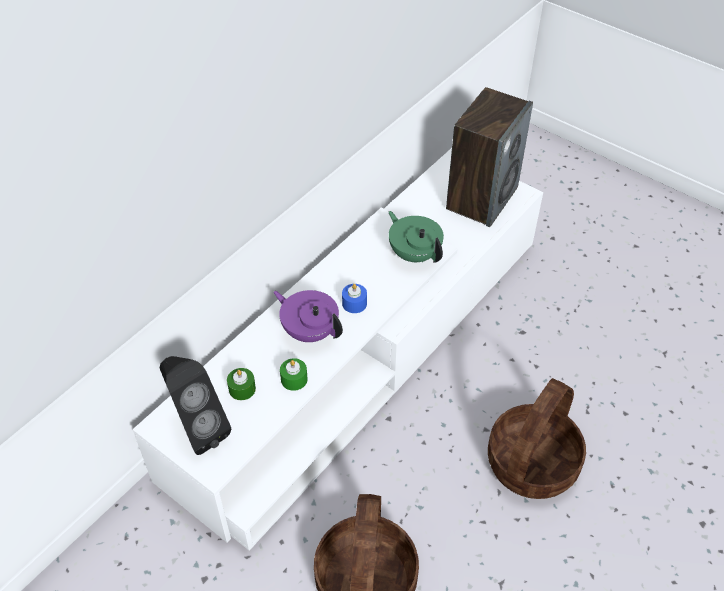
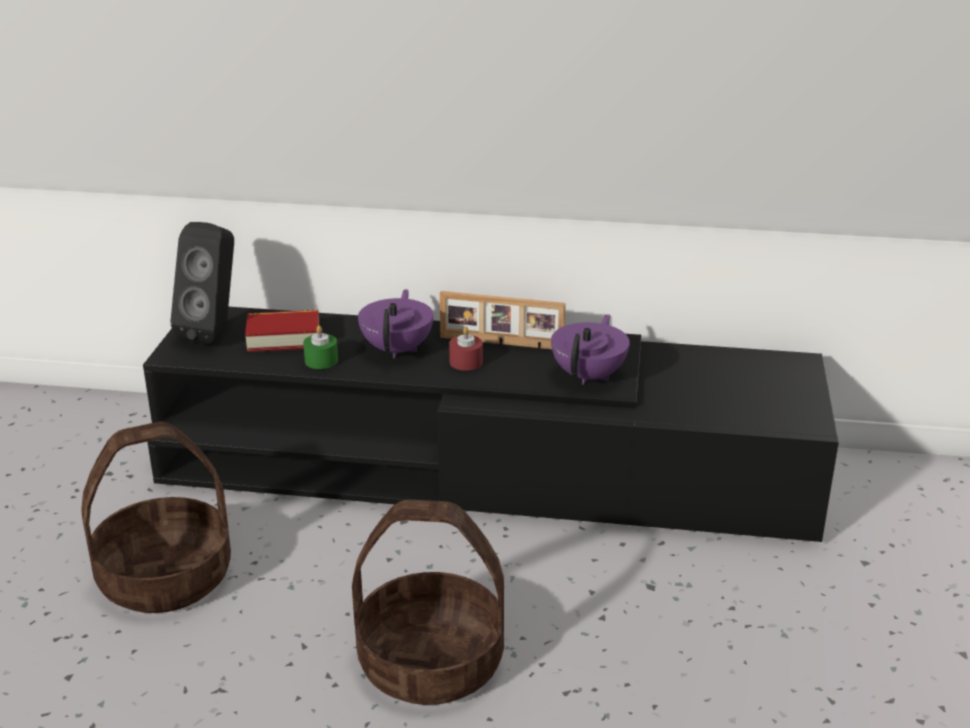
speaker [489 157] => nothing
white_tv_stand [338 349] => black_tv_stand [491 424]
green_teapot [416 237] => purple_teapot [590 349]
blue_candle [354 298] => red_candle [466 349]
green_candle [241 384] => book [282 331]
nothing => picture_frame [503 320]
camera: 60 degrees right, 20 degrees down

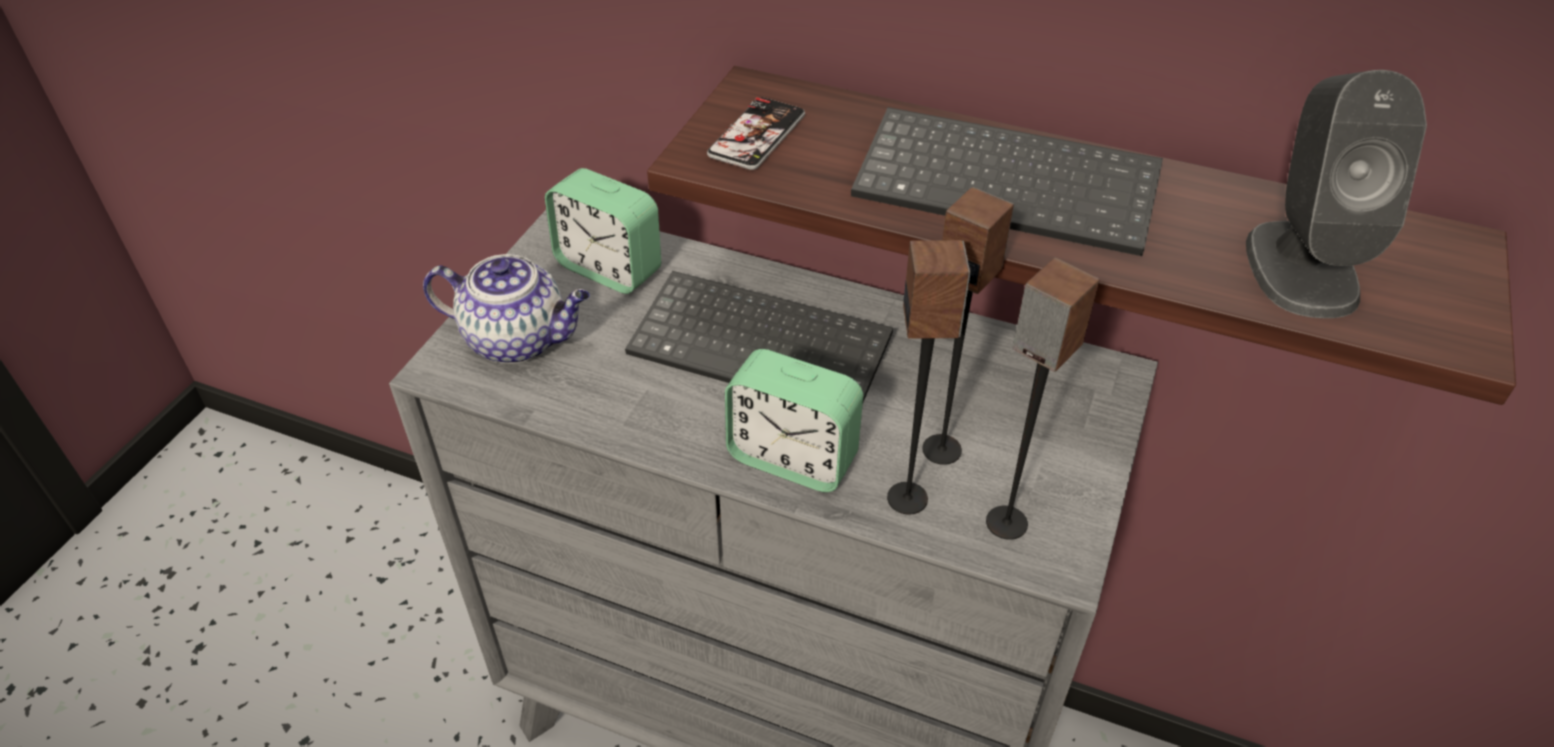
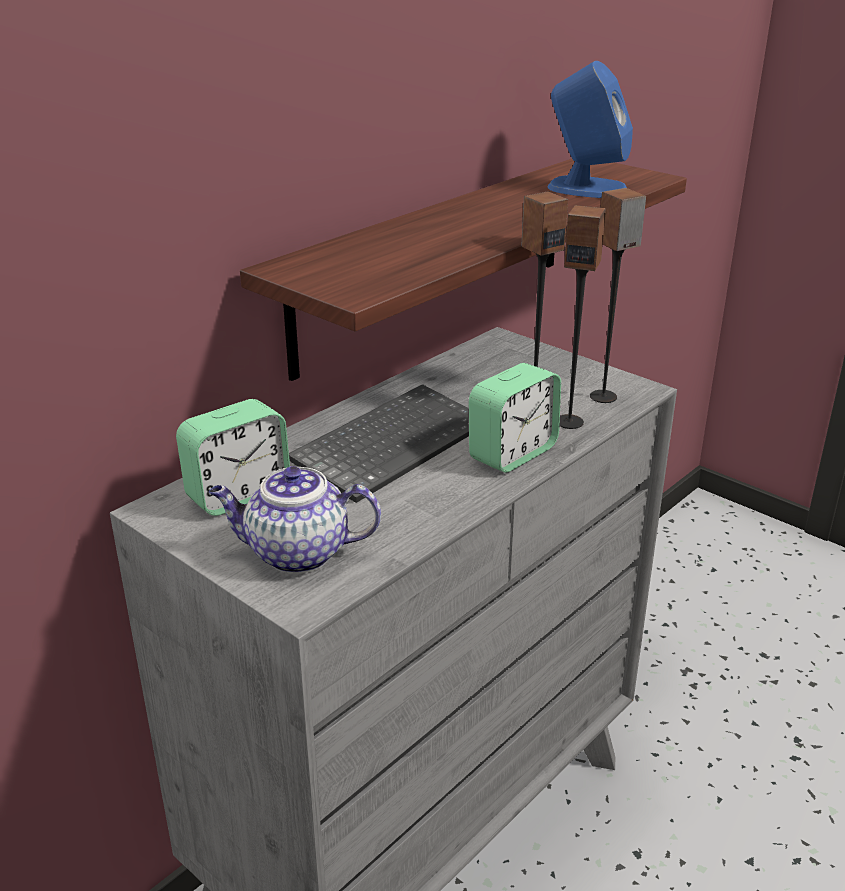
grey_speaker [1336 194] => blue_speaker [590 129]
phone [756 133] => nothing
keyboard [1007 181] => nothing
teapot [506 309] => teapot [295 520], 120 degrees counterclockwise
camera: 70 degrees left, 15 degrees down

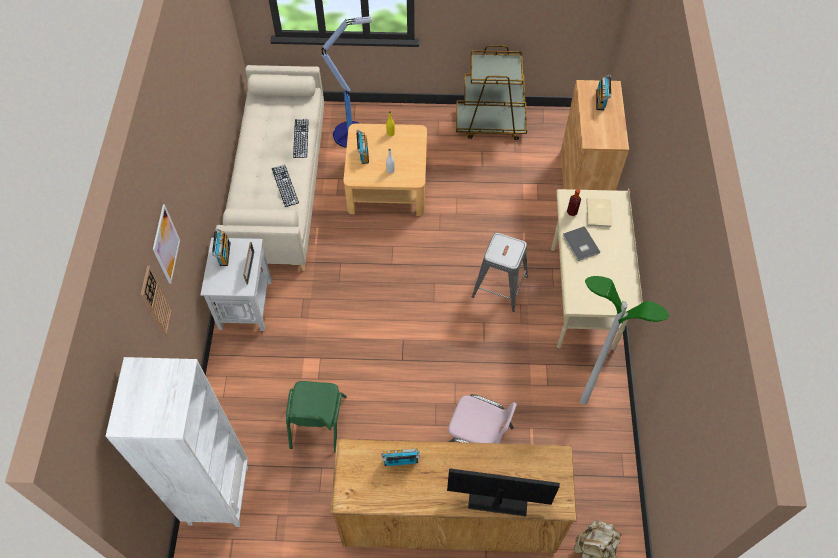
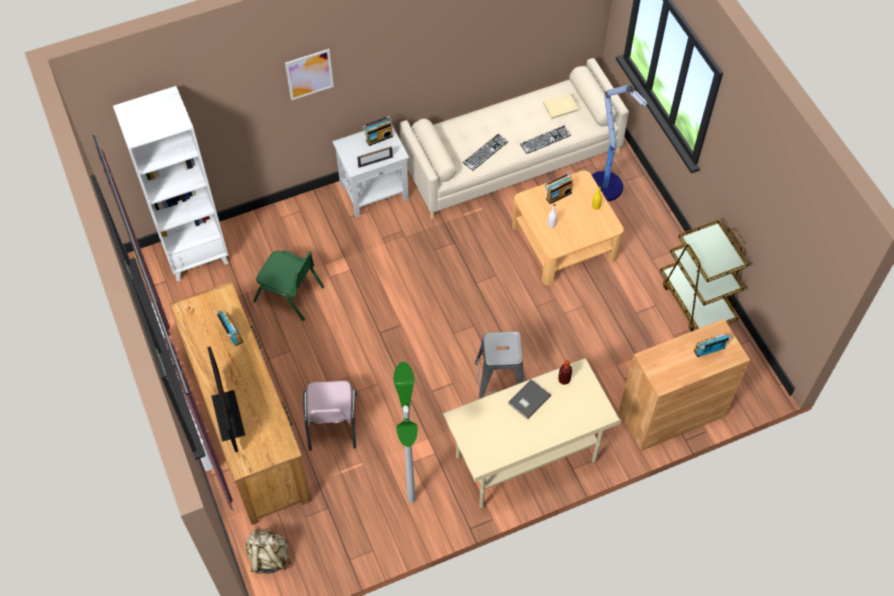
beige_book [599 213] => beige_book [560 106], relocated
wall_clock [156 301] => nothing
green_chair [316 416] => green_chair [288 286], 135 degrees counterclockwise
camera: 65 degrees right, 0 degrees up

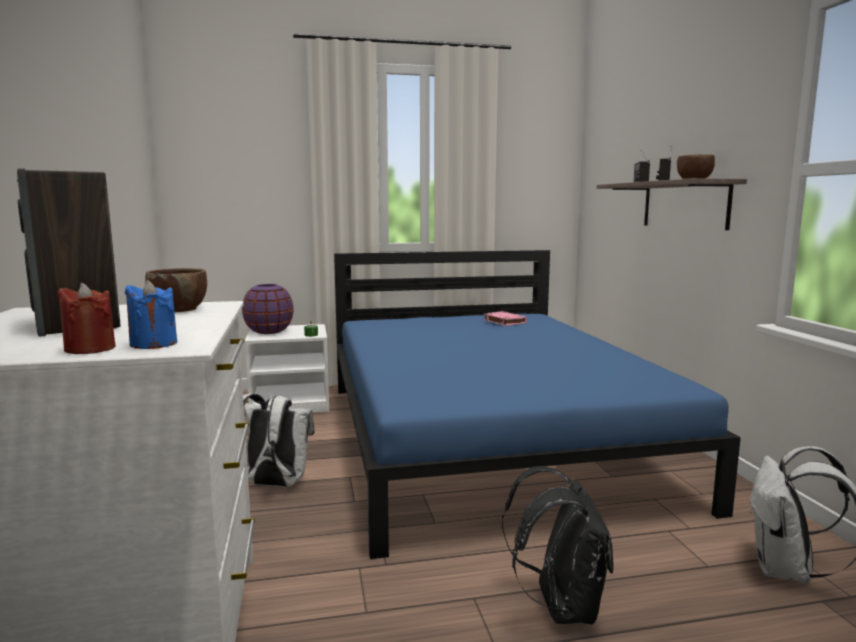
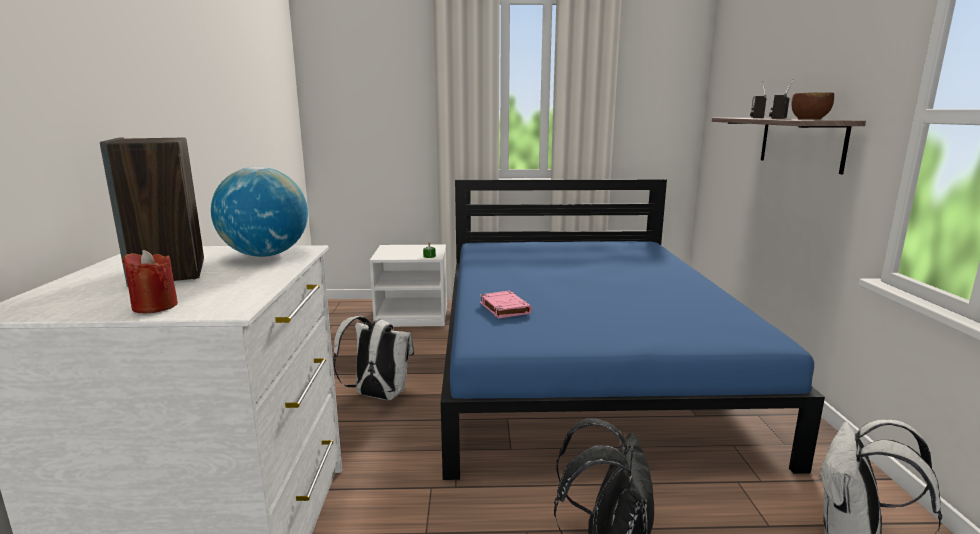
brown_bowl [176 290] => globe [259 212]
blue_candle [151 314] => nothing
purple_vase [268 309] => nothing
pink_book [505 318] => pink_book [506 304], relocated
camera: 10 degrees right, 5 degrees up

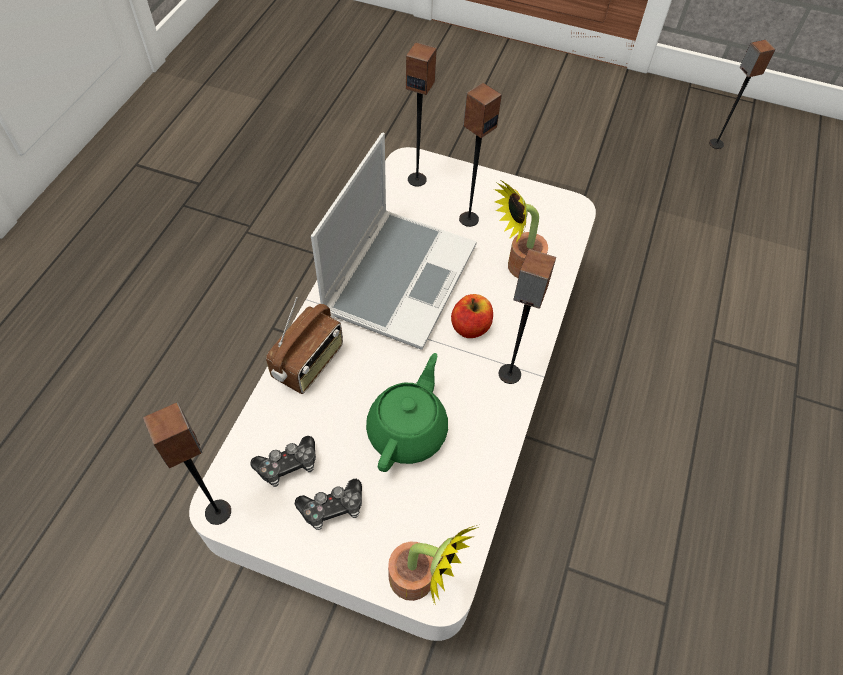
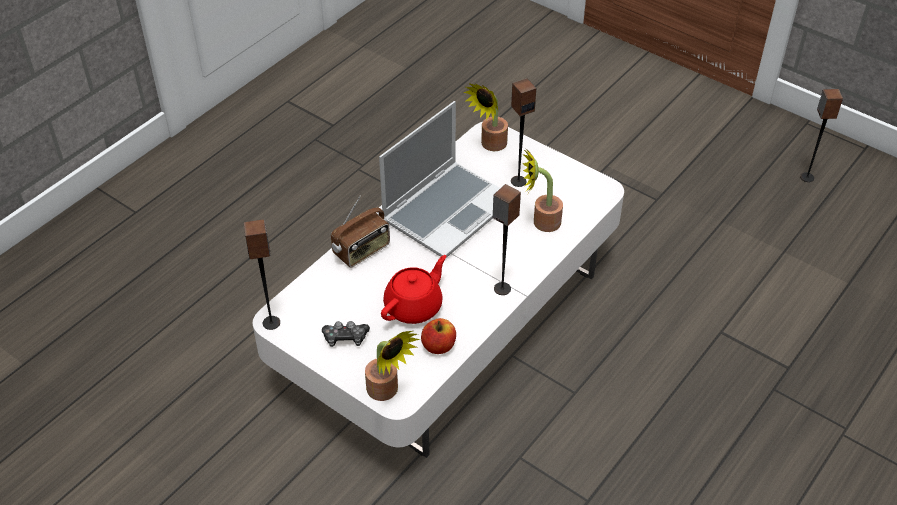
speaker [421 114] => potted_plant [485 117]
apple [472 316] => apple [438 336], relocated
green_teapot [407 412] => red_teapot [413 289]
game_controller [283 461] => nothing
camera: 20 degrees right, 10 degrees down

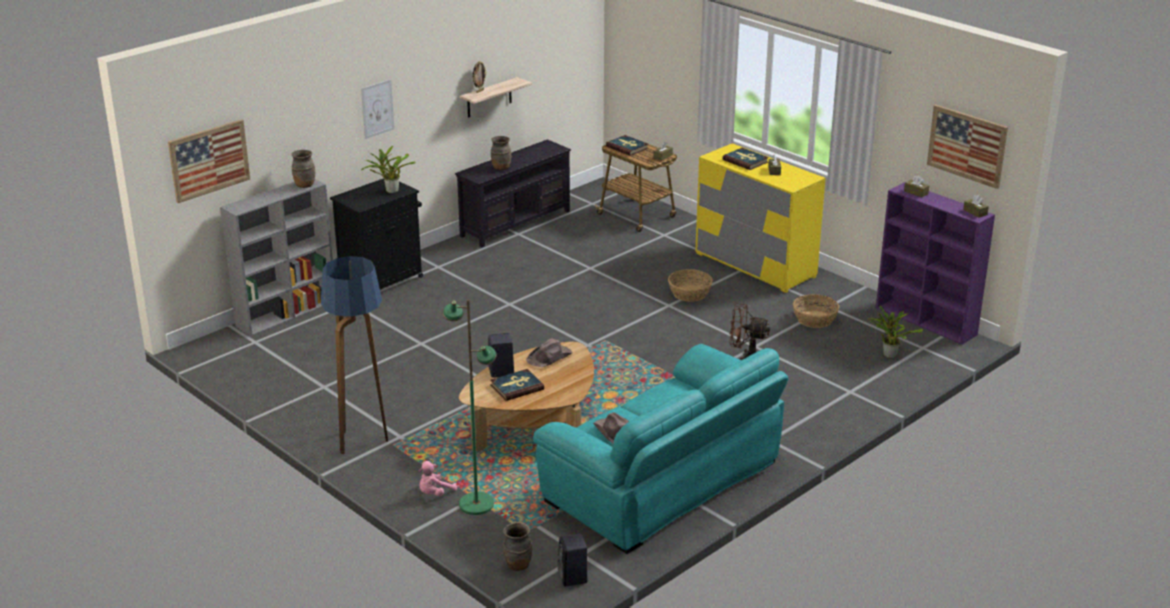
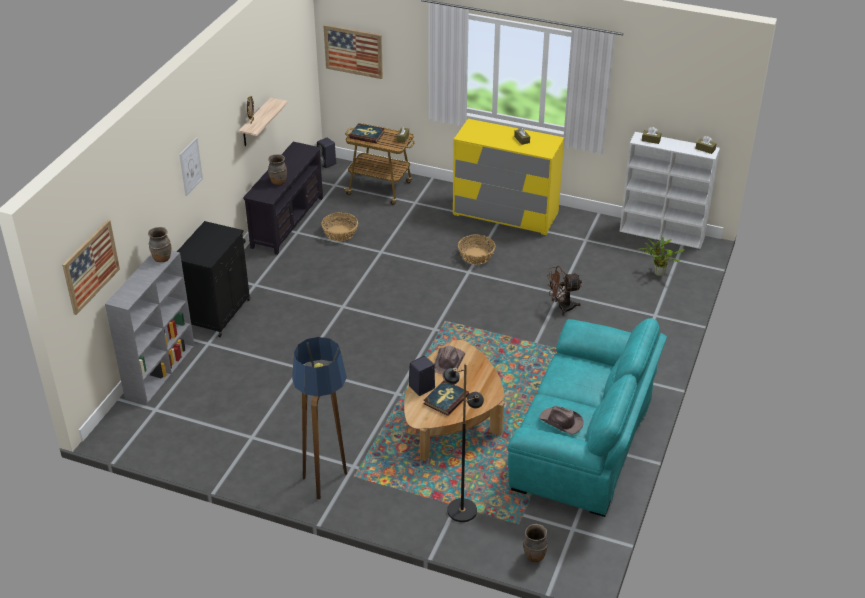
picture [967 147] => picture [353 52], relocated
potted_plant [388 170] => nothing
book [746 159] => nothing
purple_bookcase [935 263] => white_bookcase [669 190]
basket [816 311] => basket [339 226], relocated
green_floor_lamp [470 407] => black_floor_lamp [463 442]
pink_plush_toy [438 478] => nothing
black_speaker [572 560] => black_speaker [326 153], relocated
camera: 25 degrees left, 10 degrees up

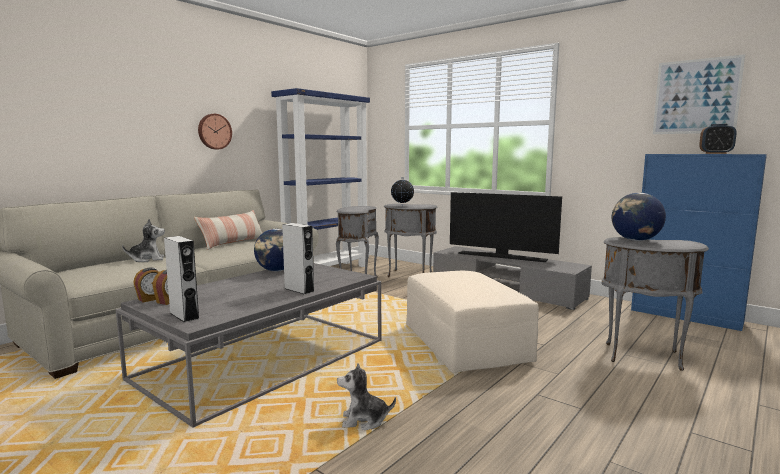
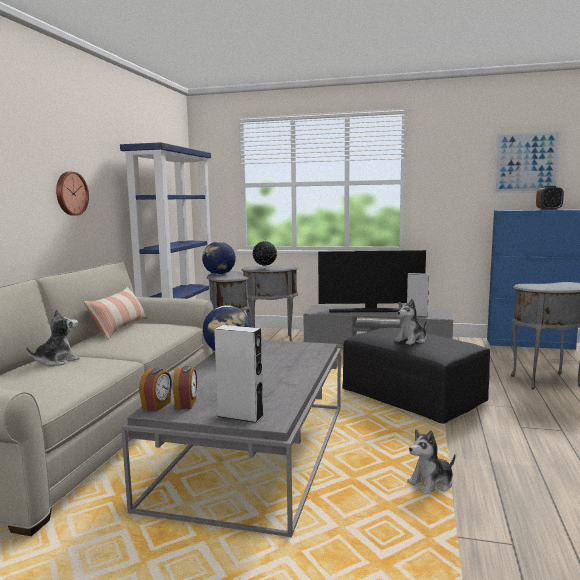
globe [639 217] => globe [219 258], relocated
grey_speaker [298 259] => grey_speaker [418 295], relocated
beige_ottoman [472 322] => black_ottoman [416 376]
nothing => plush_toy [410 322]
camera: 25 degrees left, 0 degrees up

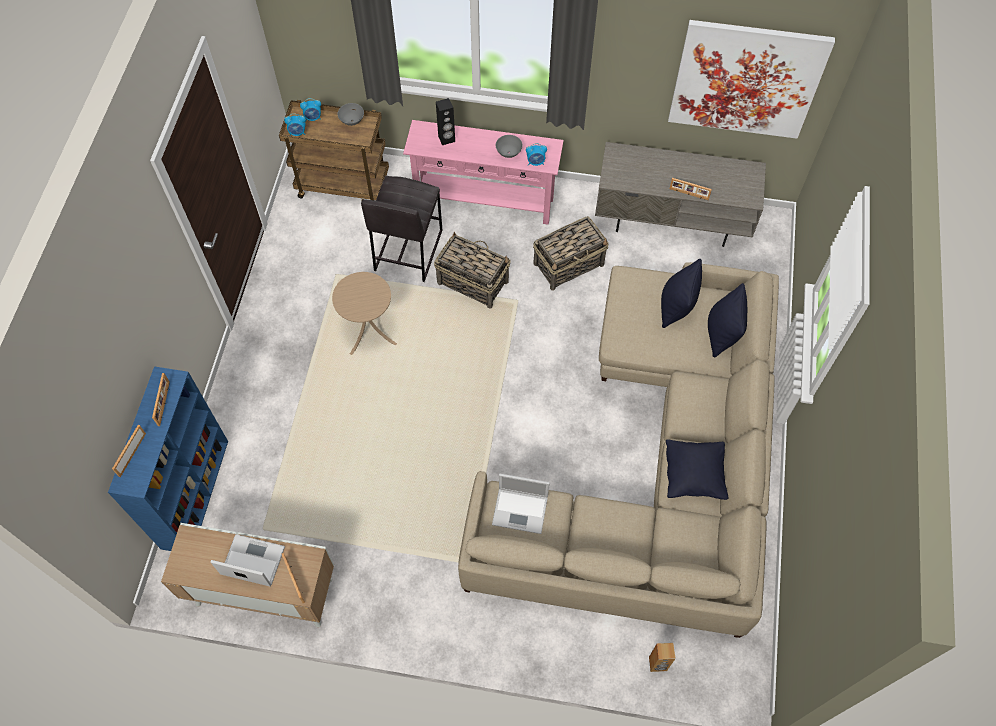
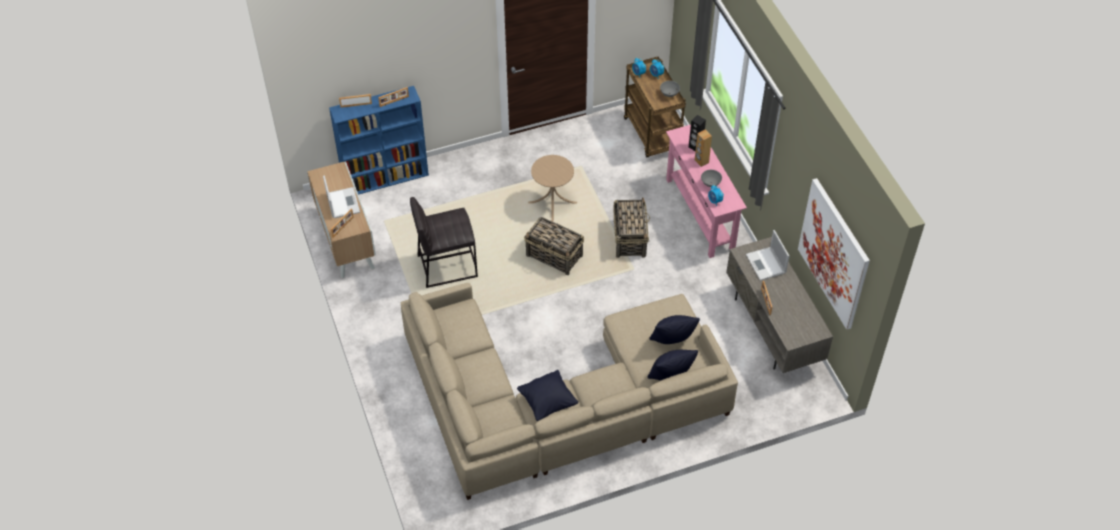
grey_stool [401 229] => grey_stool [444 242], relocated
basket [571 253] => basket [554 246], relocated
laptop [521 503] => laptop [767 255], relocated
brown_speaker [662 657] => brown_speaker [703 148], relocated
camera: 60 degrees right, 10 degrees down

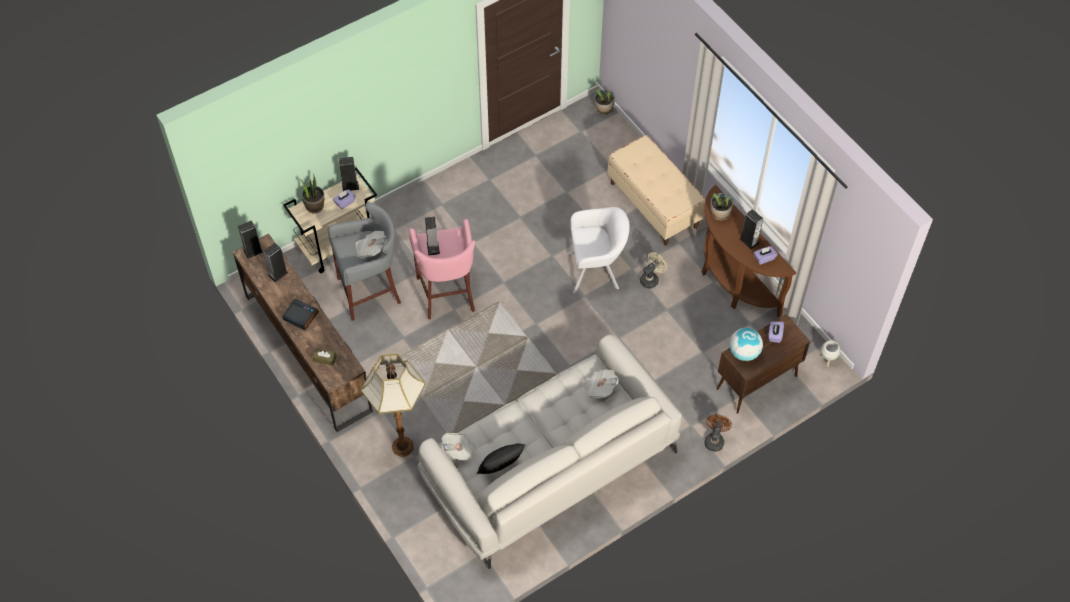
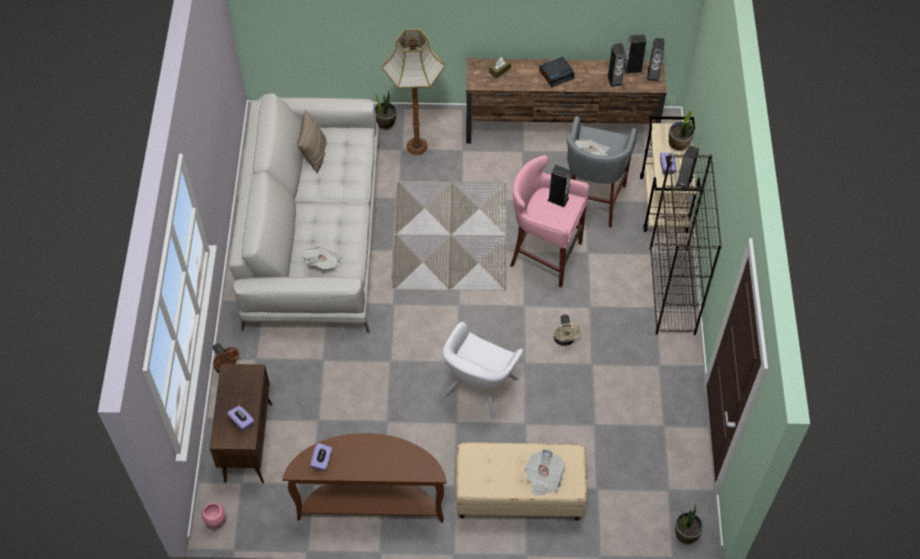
potted_plant [721 207] => potted_plant [385 109], relocated
speaker [751 229] => speaker [635 54], relocated
beige_fan [653 270] => beige_fan [567 330], relocated
globe [746 344] => nothing
white_planter [830 353] => pink_planter [214 517]
newspaper [460 447] => newspaper [545 472], relocated
black_pillow [501 458] => beige_pillow [311 141]
nothing => black_bookcase [686 244]
camera: 125 degrees right, 0 degrees up

